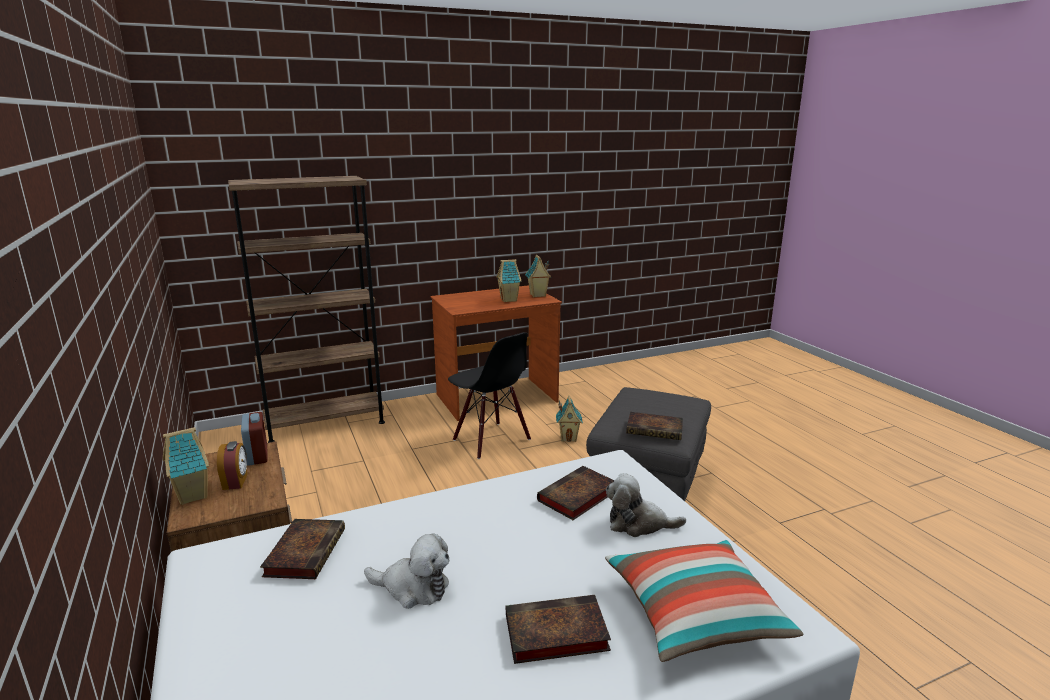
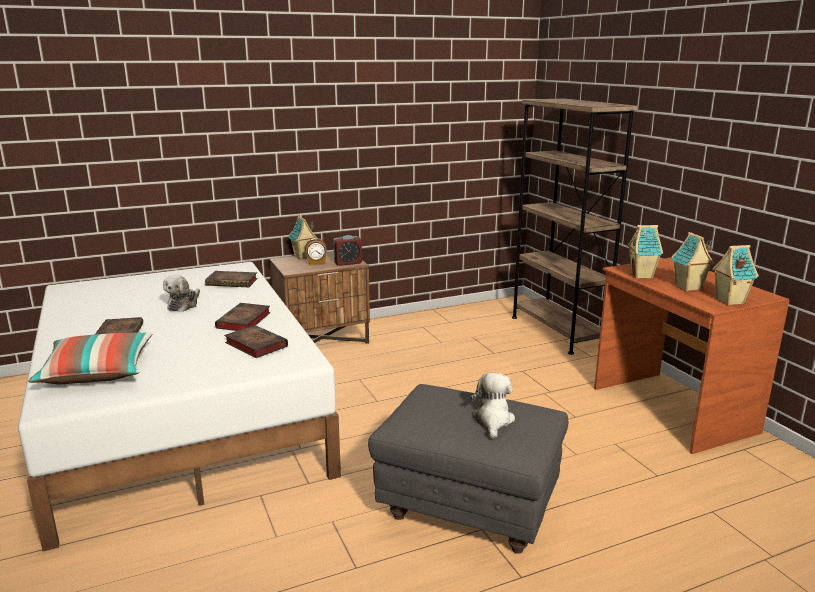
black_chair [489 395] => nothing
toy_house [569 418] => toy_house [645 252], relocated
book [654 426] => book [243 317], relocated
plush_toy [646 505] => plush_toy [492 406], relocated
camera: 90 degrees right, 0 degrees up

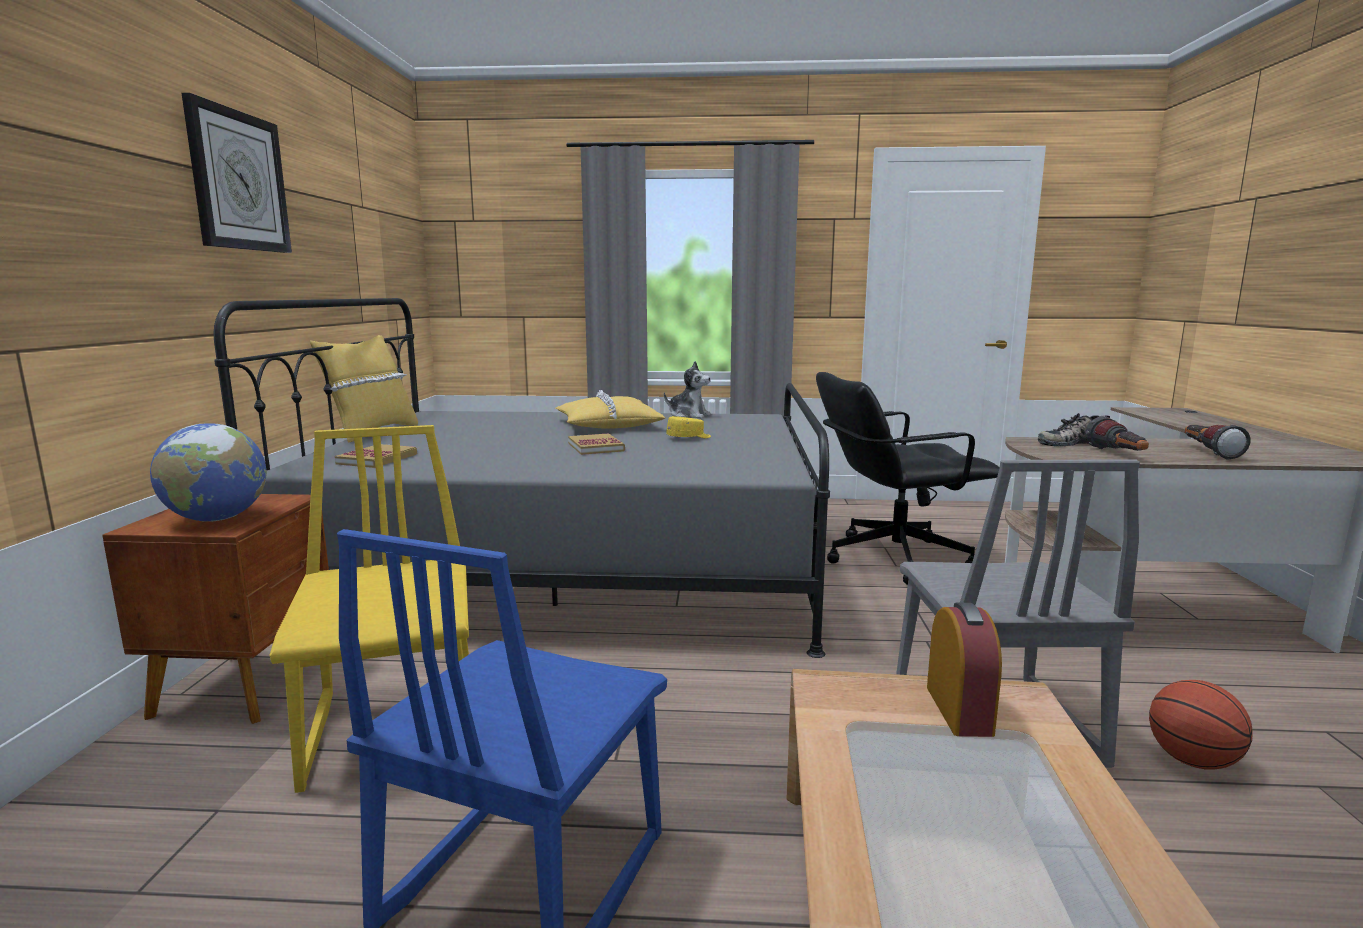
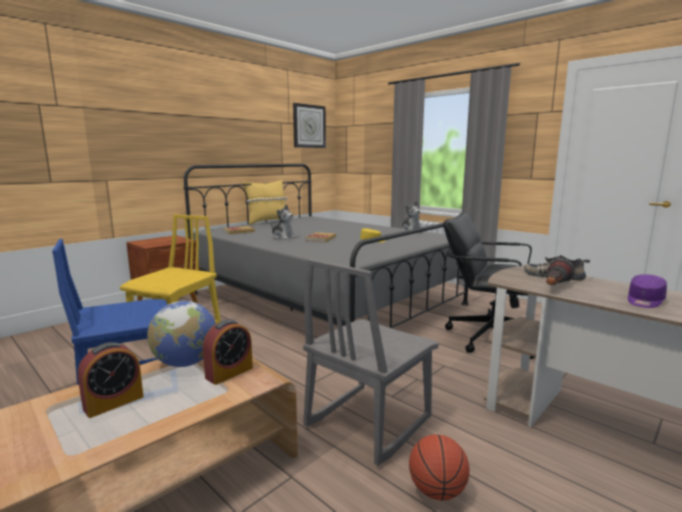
wall_clock [237 173] => wall_clock [309 125], relocated
yellow_pillow [610 409] => nothing
globe [208 472] => globe [181 334], relocated
flashlight [1217 442] => purple_cap [647 291]
nothing => plush_toy [284 222]
nothing => alarm_clock [111 380]
camera: 40 degrees right, 0 degrees up

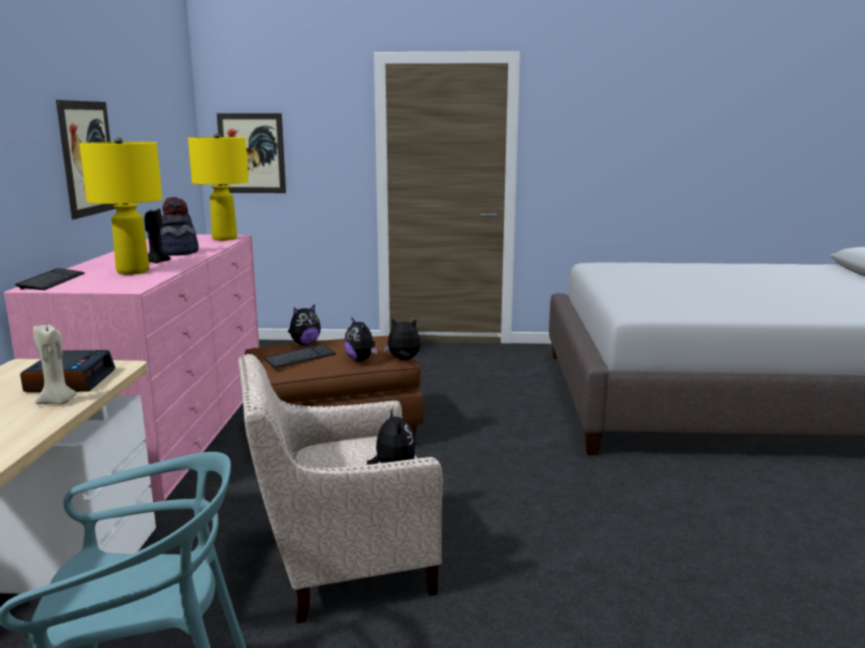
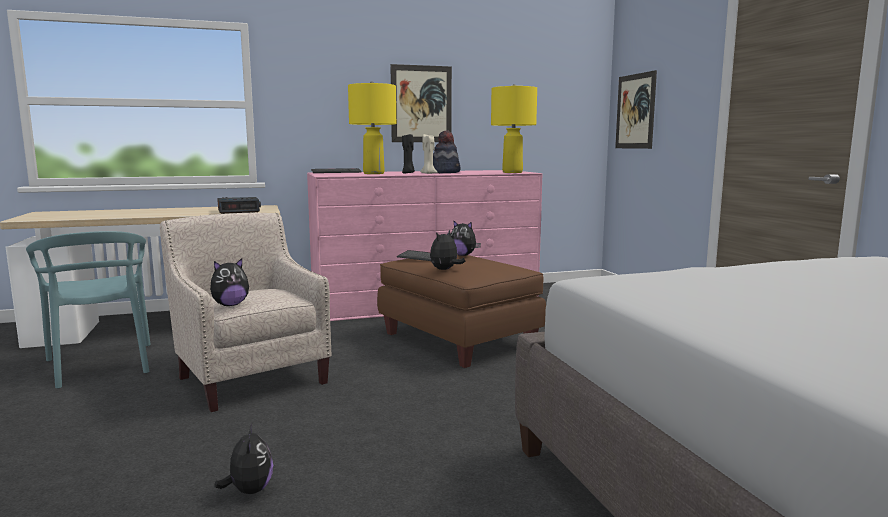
plush_toy [402 339] => plush_toy [243 459], relocated
beige_candle [55 363] => beige_candle [428 154], relocated
camera: 70 degrees right, 5 degrees down

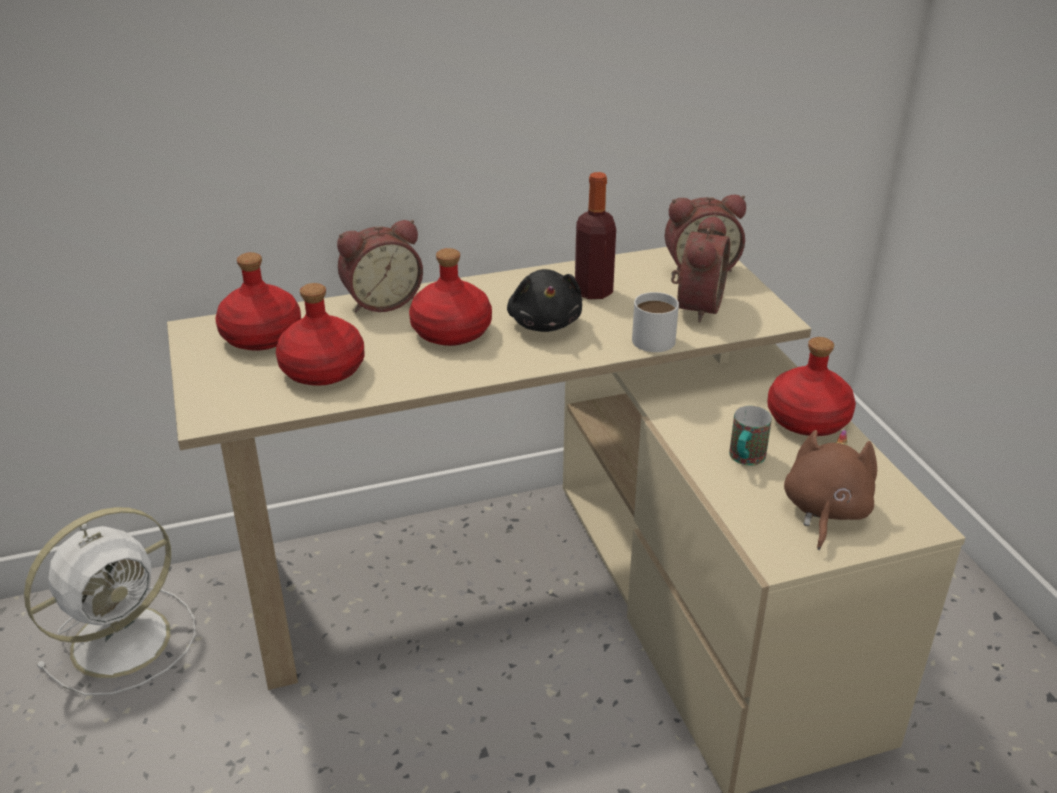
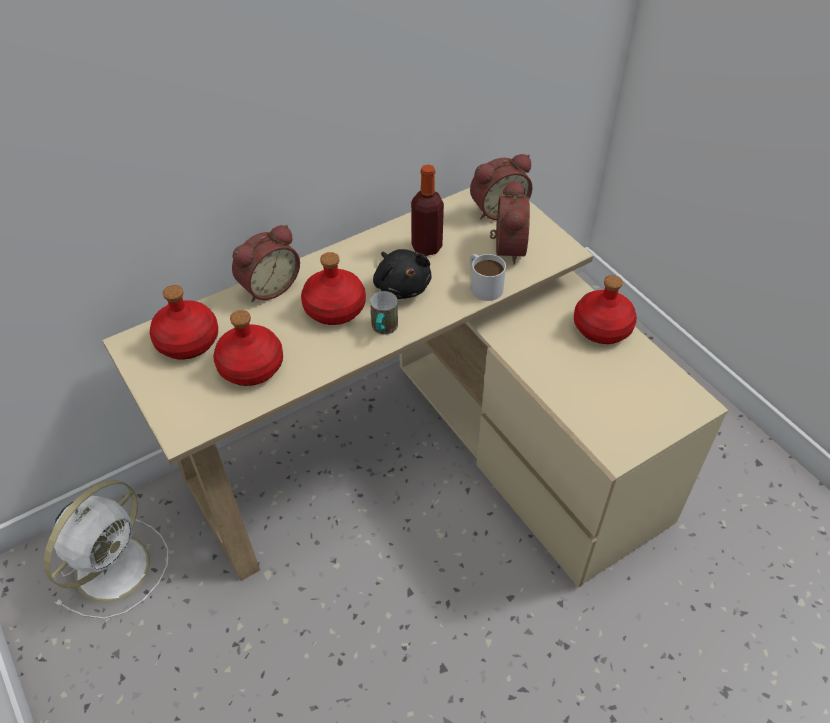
mug [750 436] => mug [384 313], relocated
brown_plush_toy [830 489] => nothing
camera: 15 degrees left, 15 degrees up

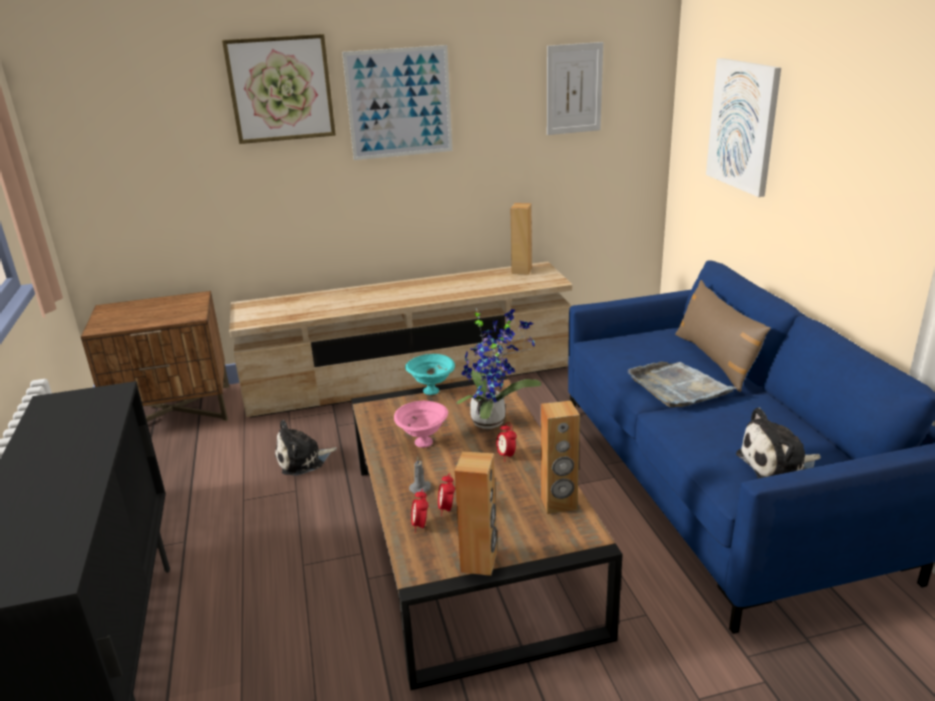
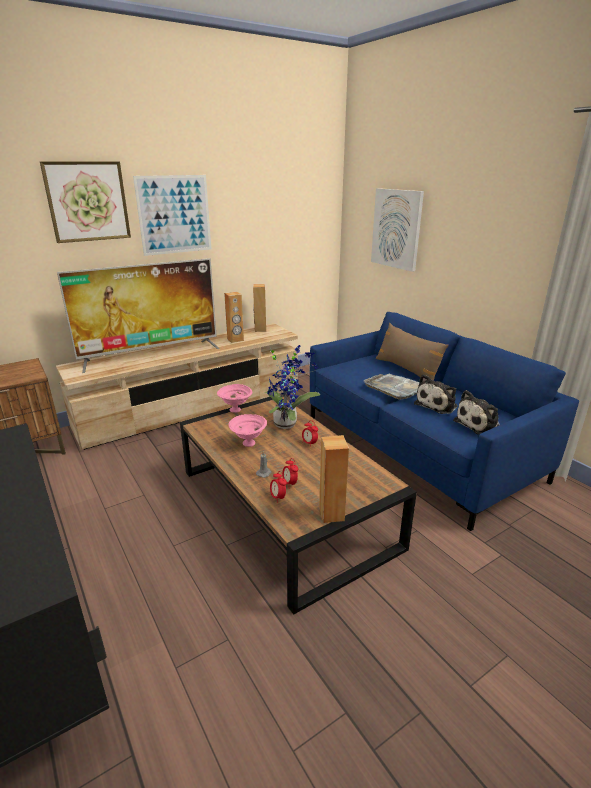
picture [575 88] => nothing
turquoise_bowl [430 374] => pink_bowl [234 398]
brown_speaker [560 457] => brown_speaker [234 317], relocated
plush_toy [306 448] => plush_toy [436 394], relocated
nothing => television [138 315]
camera: 20 degrees left, 0 degrees up

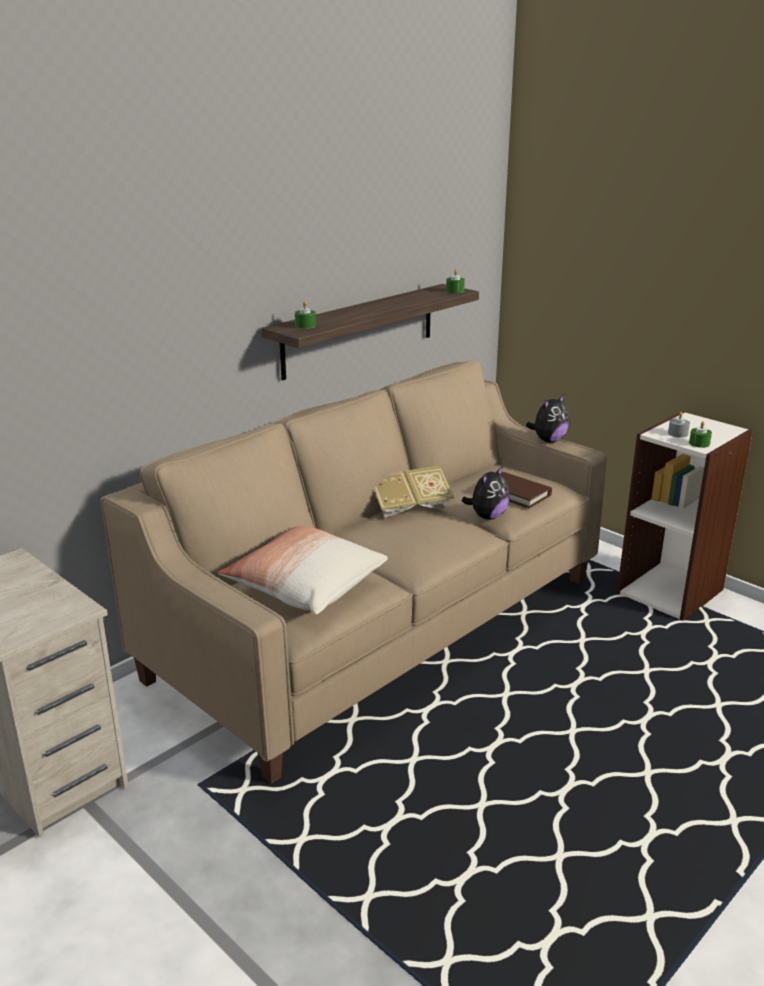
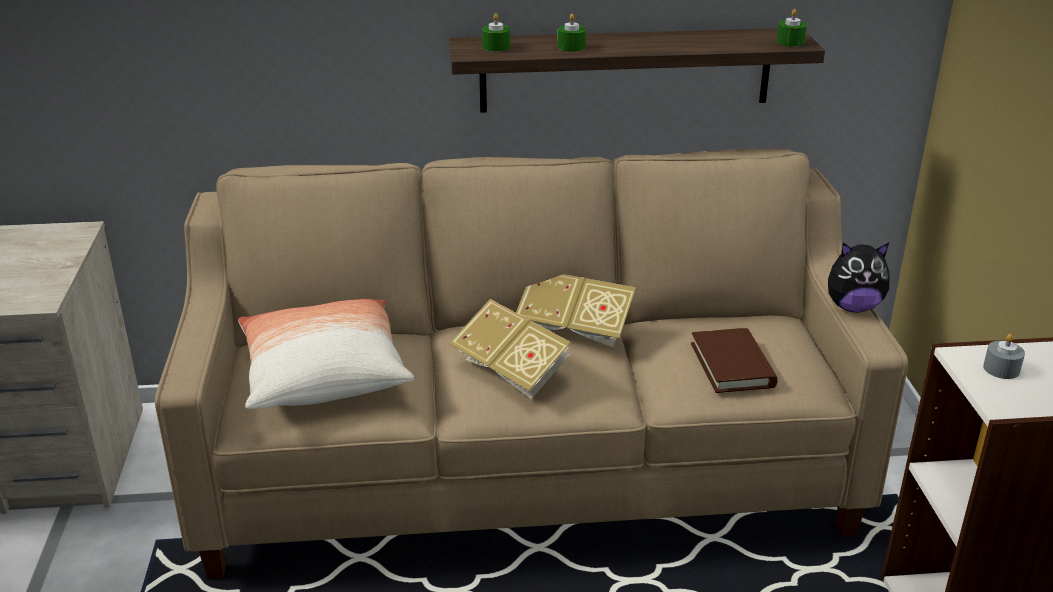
green_candle [700 434] => green_candle [571 32], relocated
plush_toy [486 492] => nothing
nothing => book [510 349]
camera: 40 degrees right, 5 degrees up

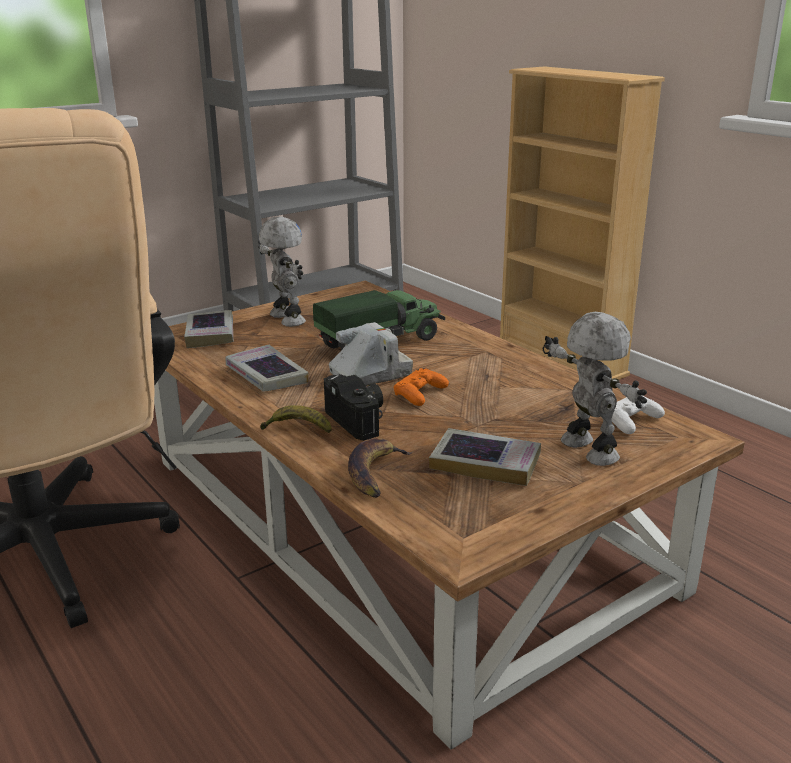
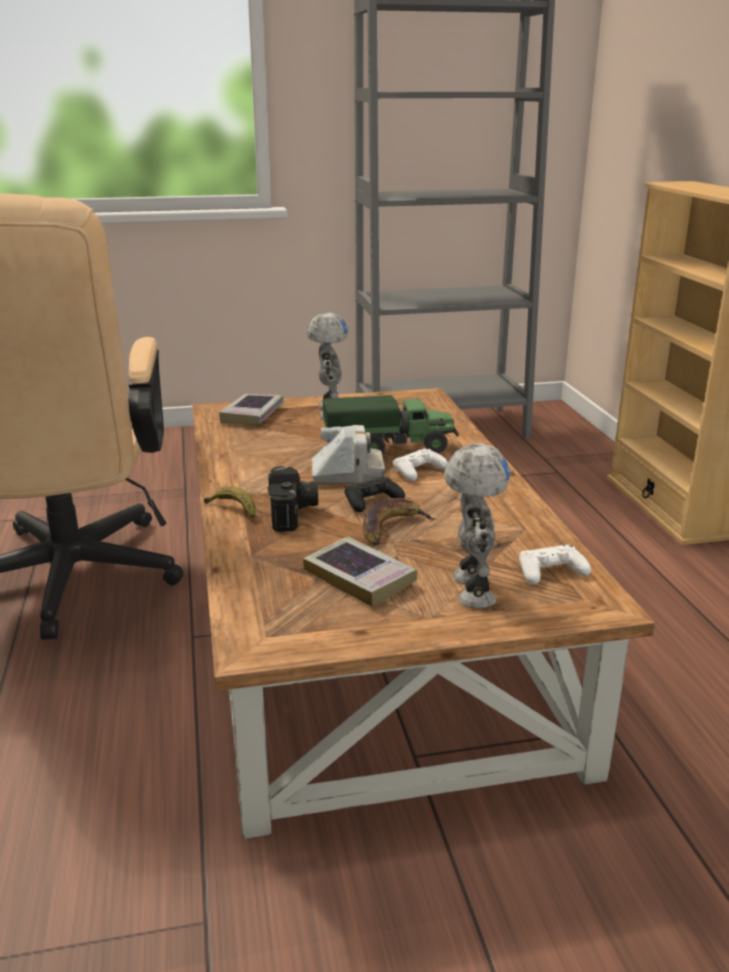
book [266 368] => nothing
orange_game_controller [421 387] => black_game_controller [375 494]
banana [380 468] => banana [400 521], relocated
nothing => white_game_controller [420 464]
camera: 25 degrees right, 0 degrees up

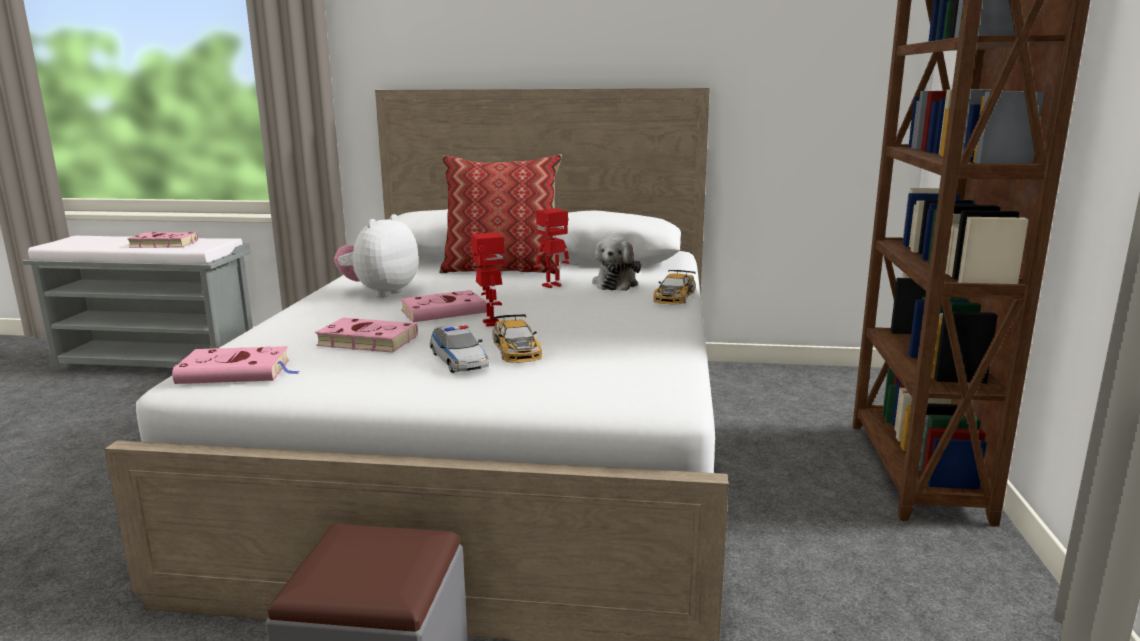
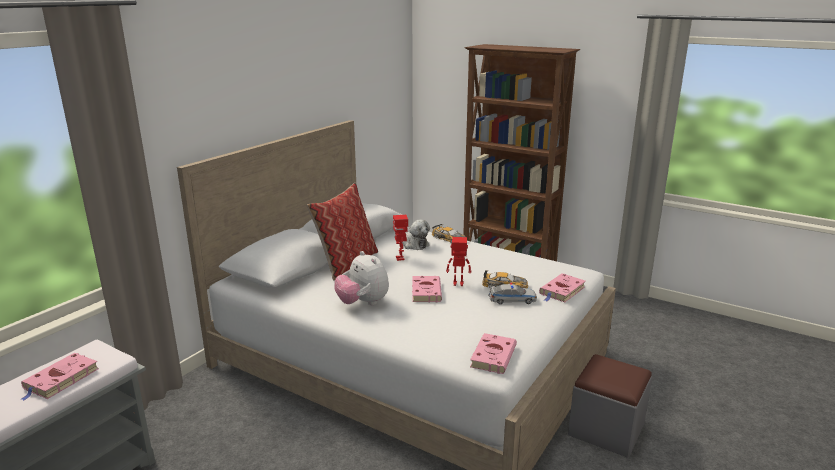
pink_book [366 335] => pink_book [562 288], relocated
camera: 65 degrees left, 5 degrees up

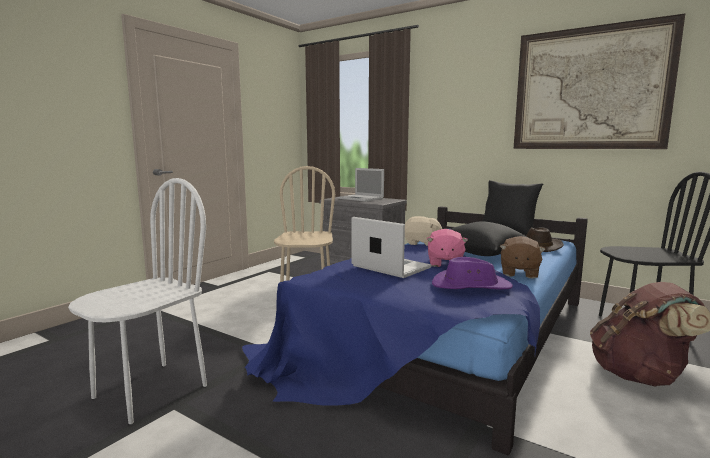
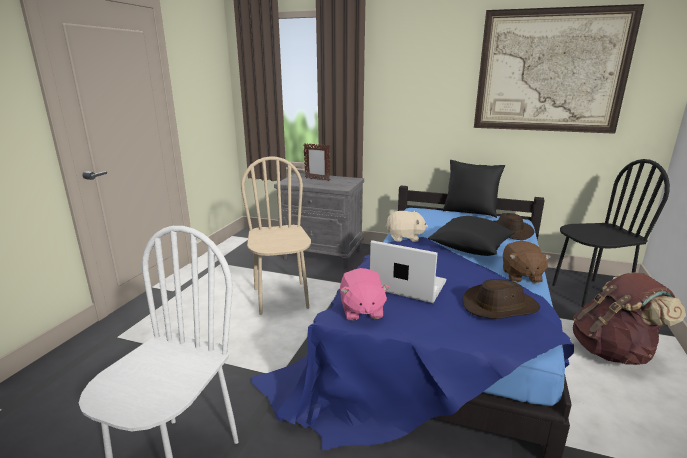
laptop [360 185] => picture_frame [316 162]
pink_plush_toy [447 248] => pink_plush_toy [365 294], relocated
purple_hat [472 273] => brown_hat [501 299]
camera: 15 degrees left, 10 degrees up

